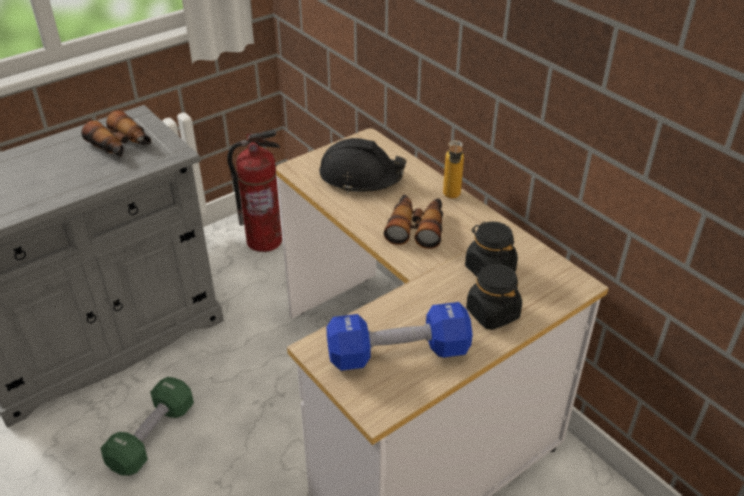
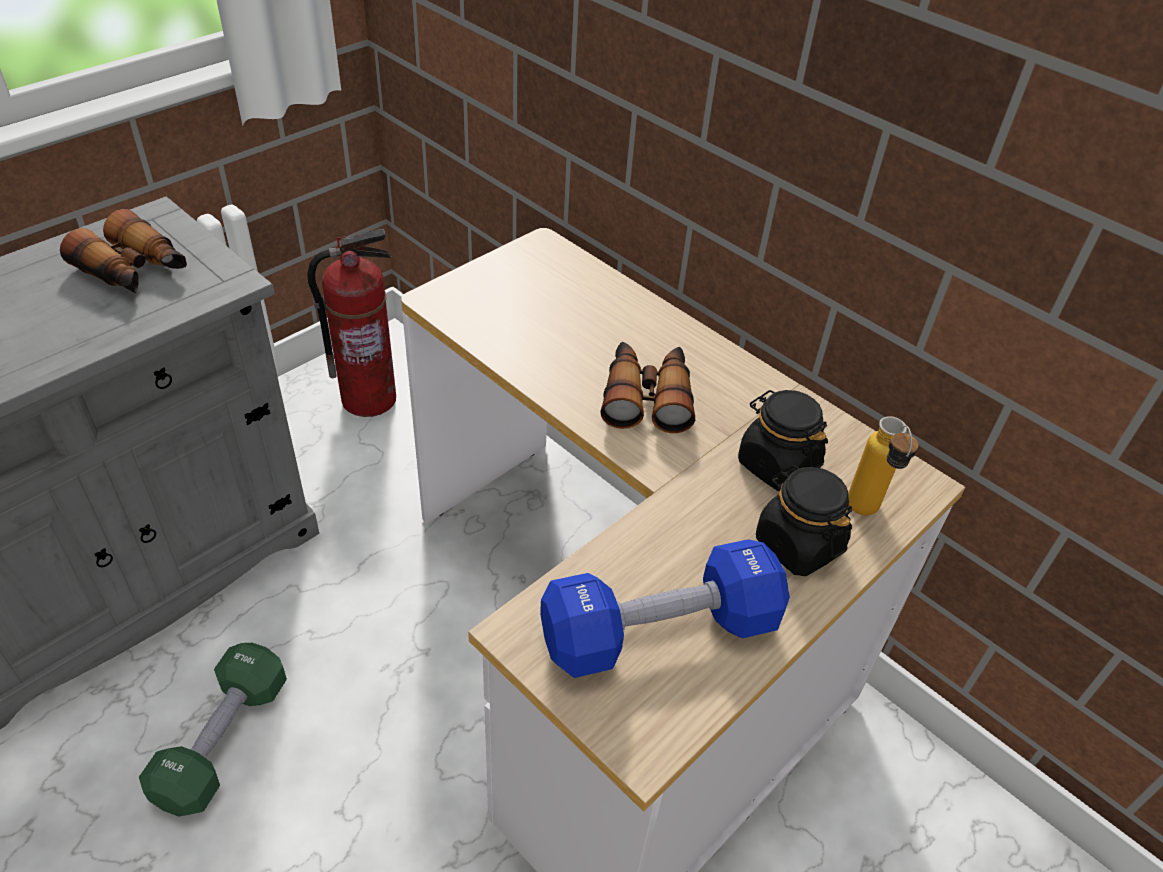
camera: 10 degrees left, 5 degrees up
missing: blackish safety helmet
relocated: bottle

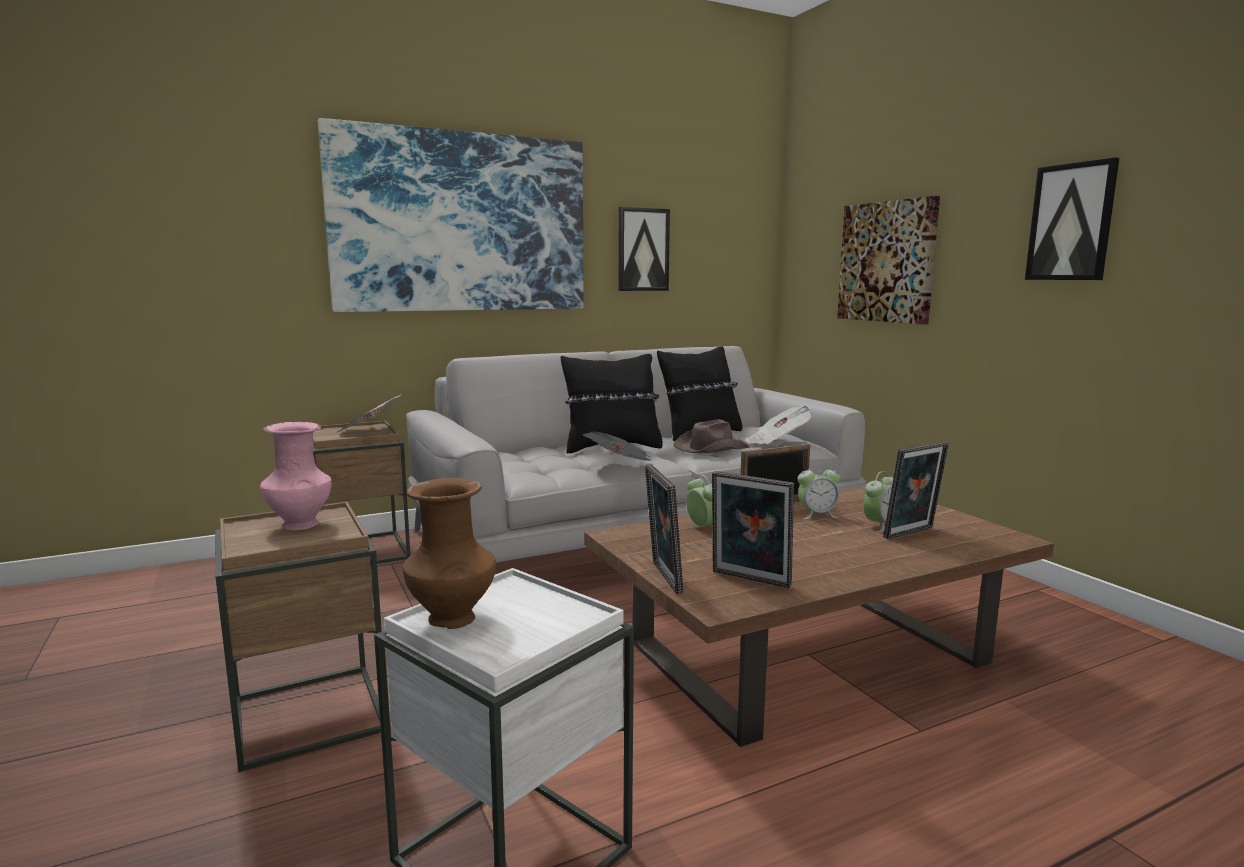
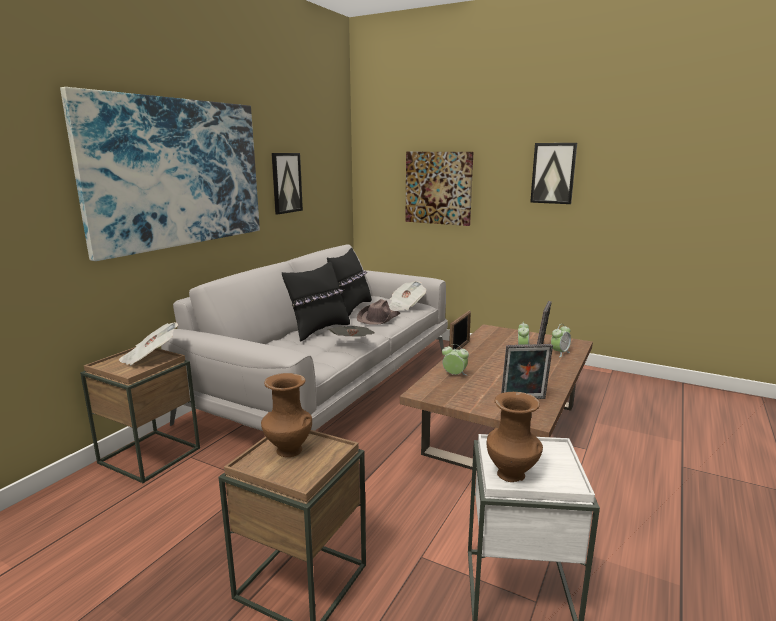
camera: 35 degrees left, 5 degrees up
missing: photo frame (no. 1 from left)
relocated: alarm clock (no. 2 from left in the first image) to alarm clock (no. 3 from left)
colour: pinkish flower vase to brown flower vase (no. 1 from left)

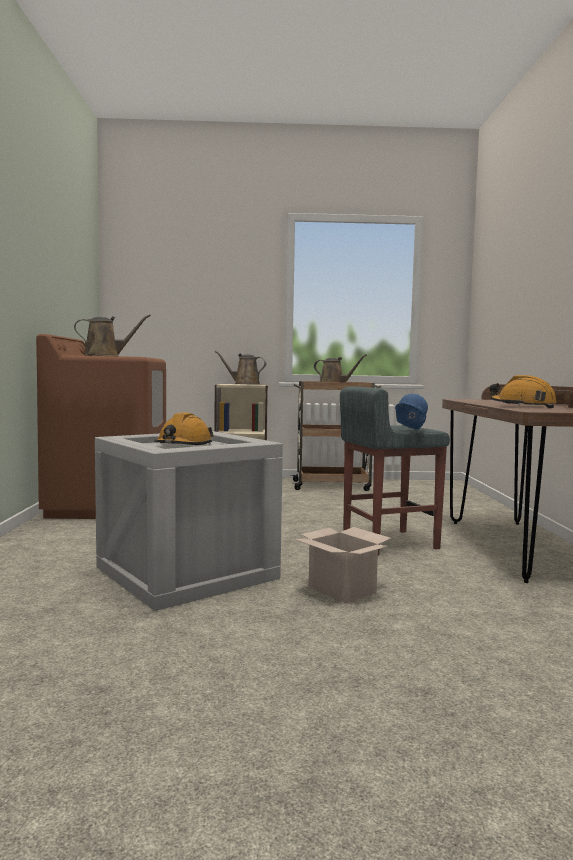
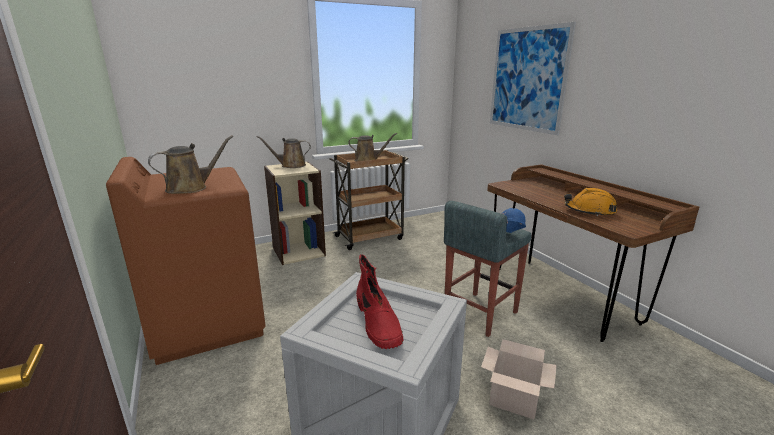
camera: 25 degrees left, 15 degrees up
appeared: wall art
exchanged: orange safety helmet (no. 1 from left) to red-coloured tall boot

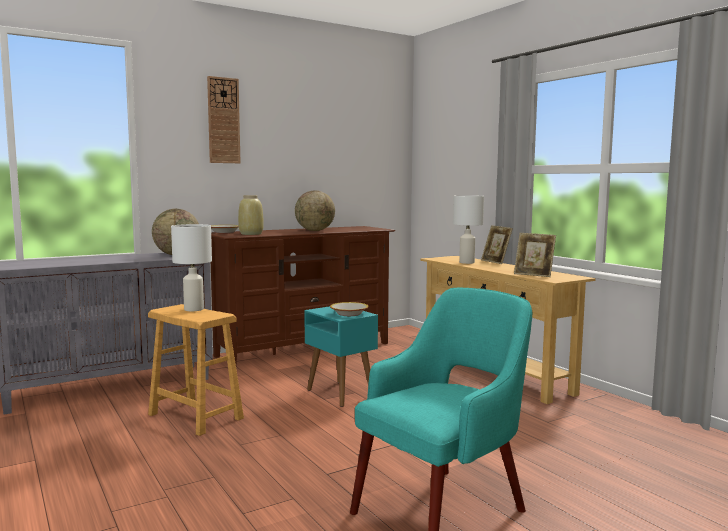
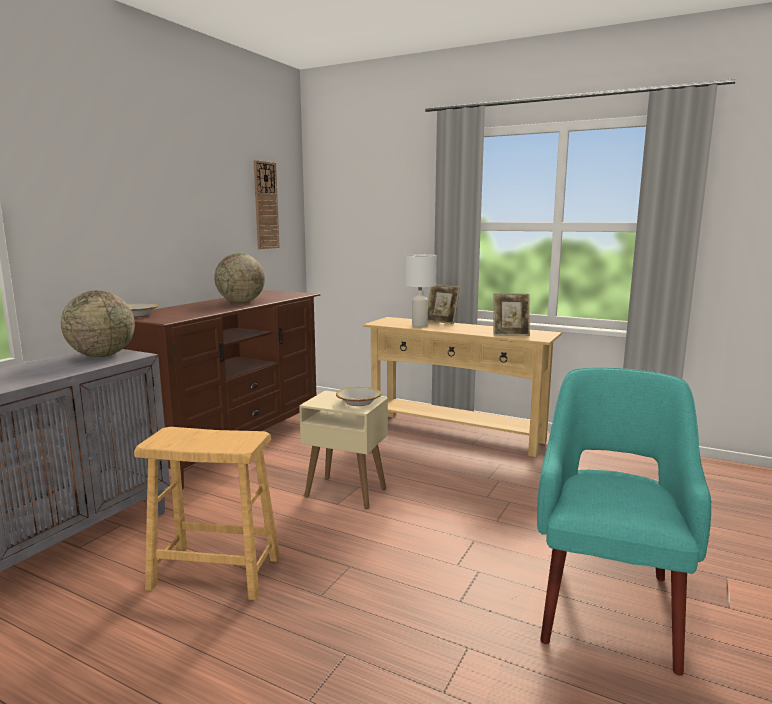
camera: 30 degrees left, 5 degrees up
missing: whitish tabletop lamp (no. 1 from left); beige-coloured flower vase
relocated: clock on the wall
colour: turquoise-coloured accent table to beige-coloured accent table

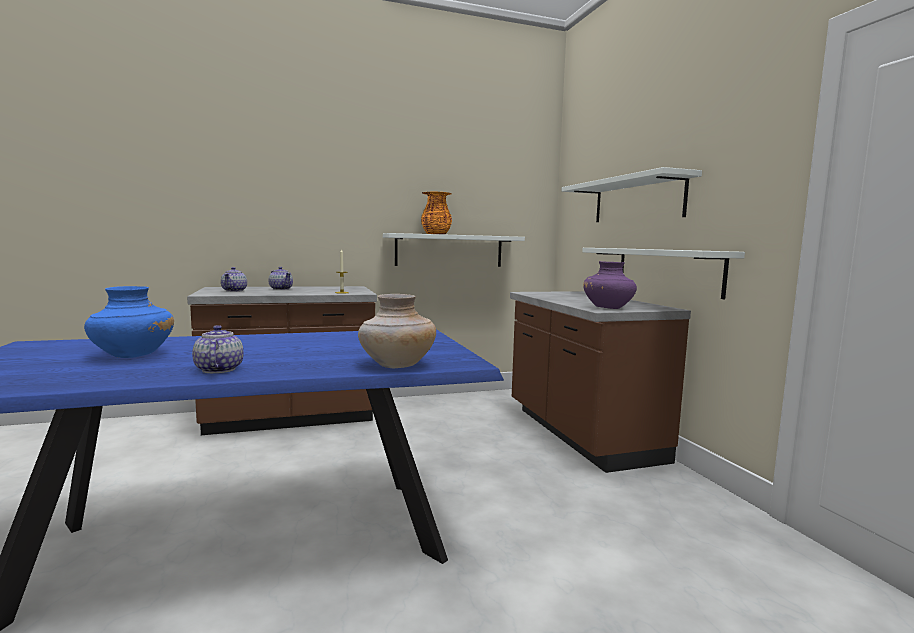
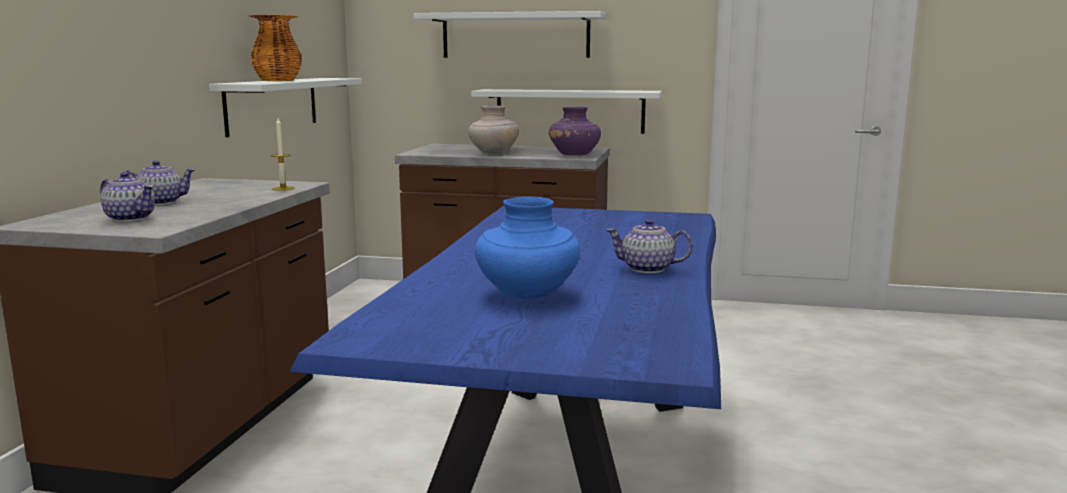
camera: 60 degrees left, 5 degrees up
relocated: beige-coloured flower vase

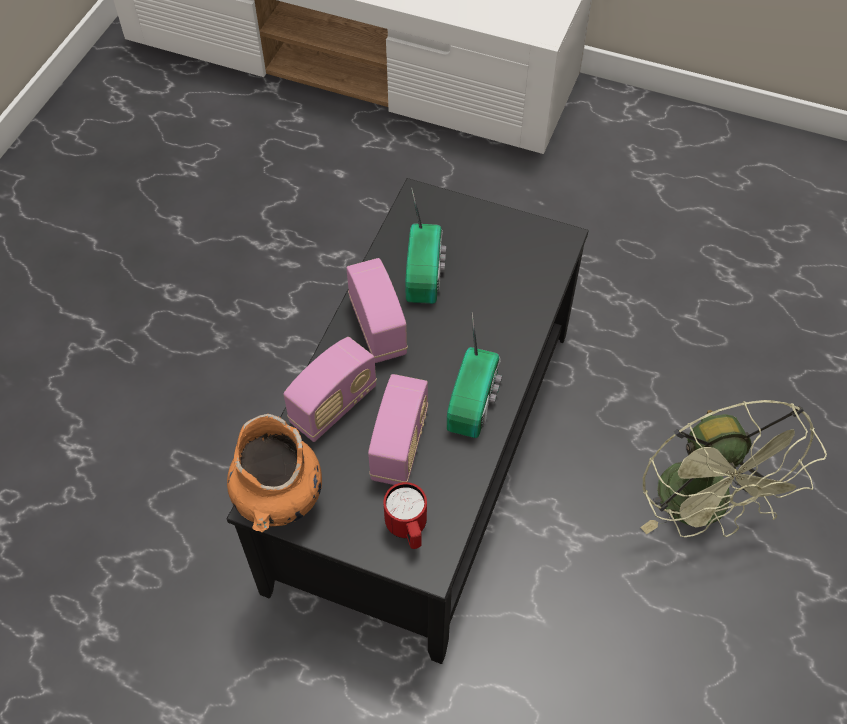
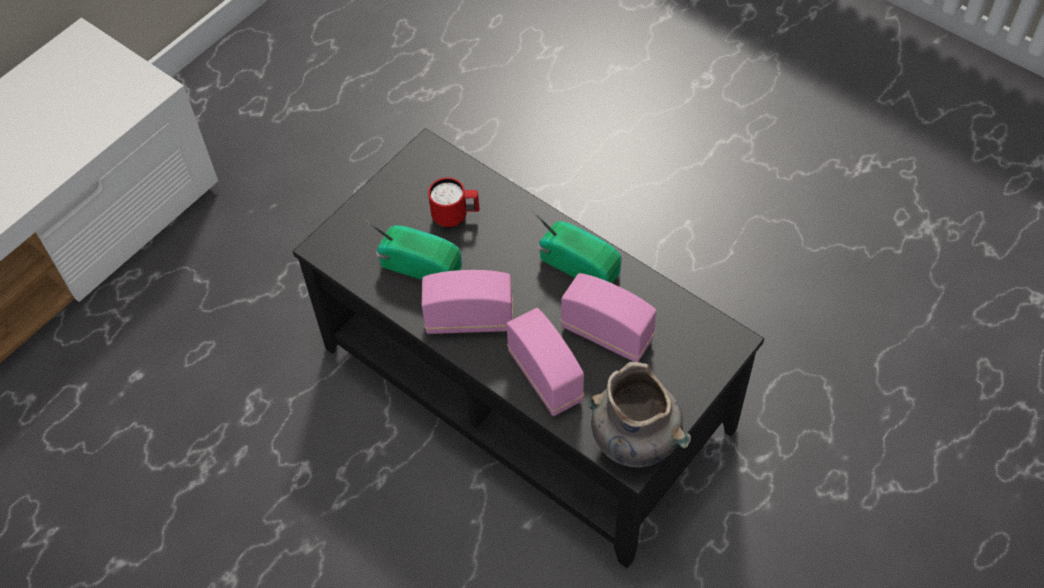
camera: 70 degrees left, 0 degrees up
missing: green fan
relocated: red-coloured mug
colour: orange flower vase to gray flower vase

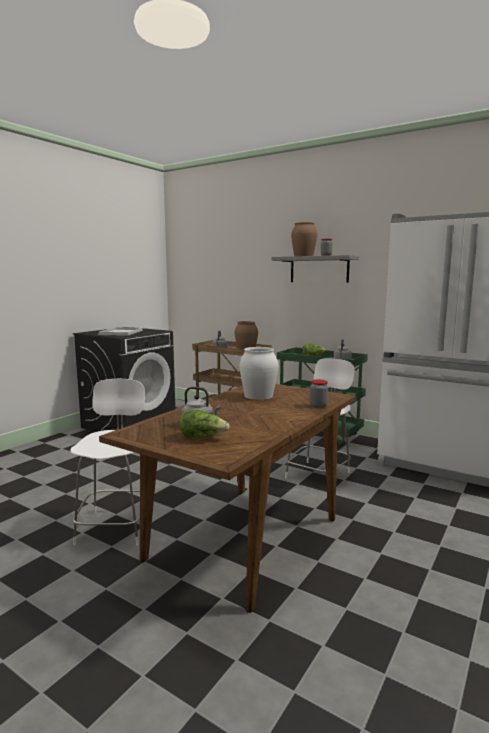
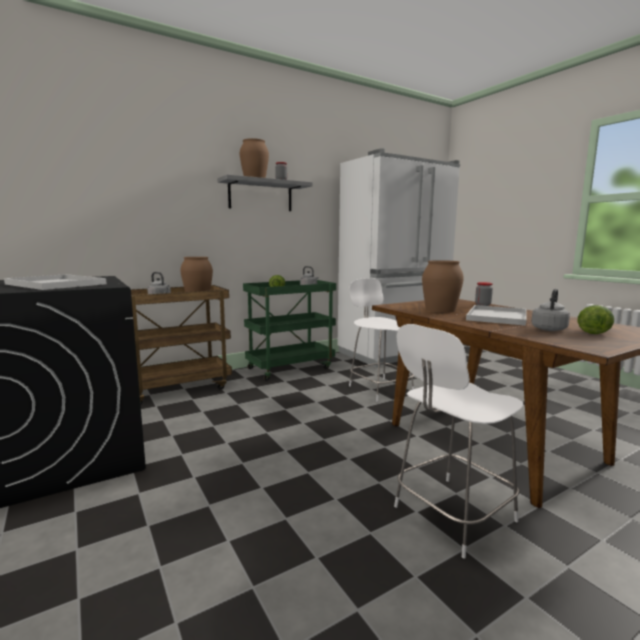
camera: 65 degrees left, 0 degrees up
appeared: whitish carrying tray (no. 2 from left)
colour: whitish flower vase to brown flower vase (no. 3 from left)
spun: whitish plain chair (no. 1 from left in the first image) 60 degrees counterclockwise

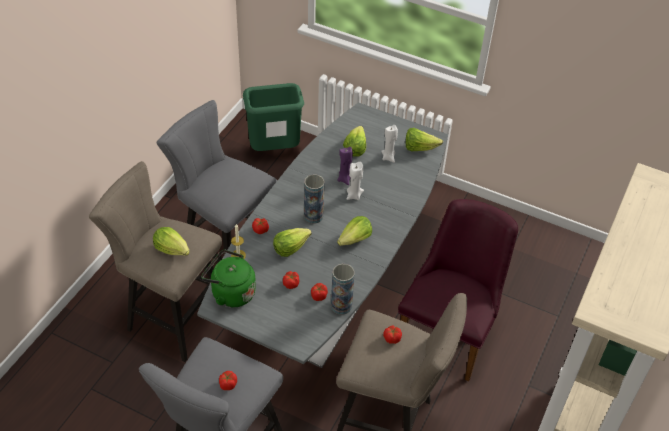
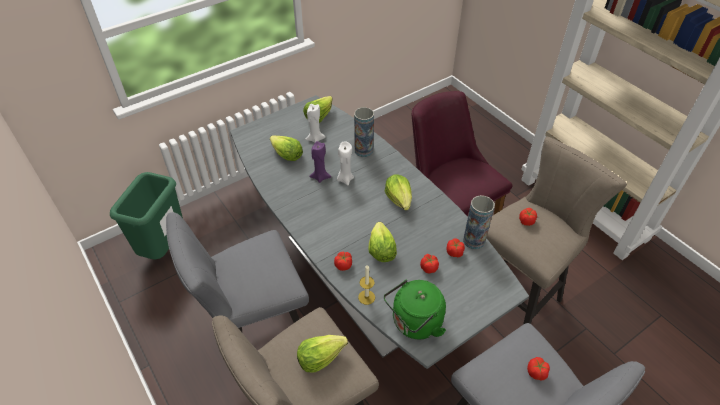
camera: 60 degrees left, 0 degrees up
relocated: flower vase (no. 1 from left)

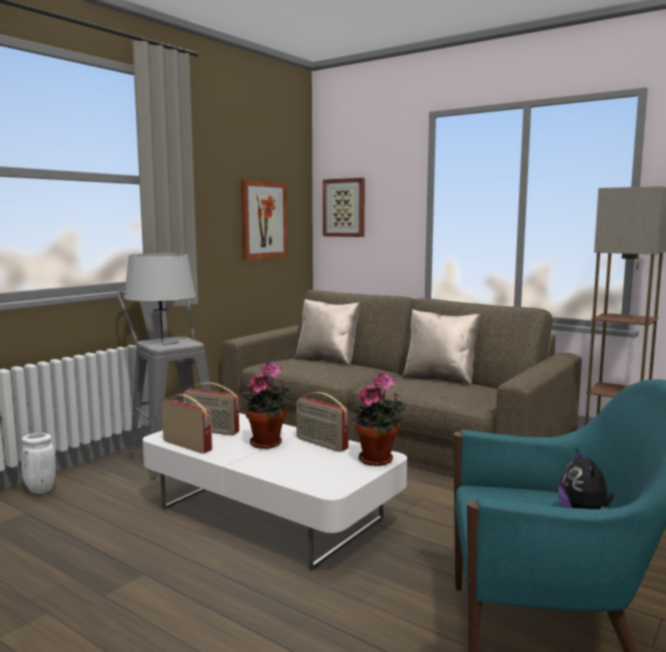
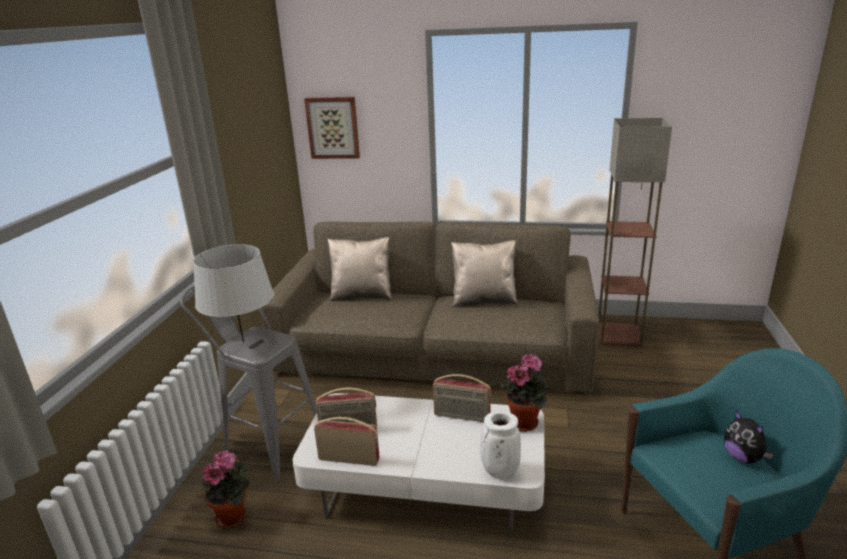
camera: 25 degrees left, 15 degrees up
missing: wall art (no. 1 from left)
relocated: potted plant (no. 1 from left); whitish flower vase

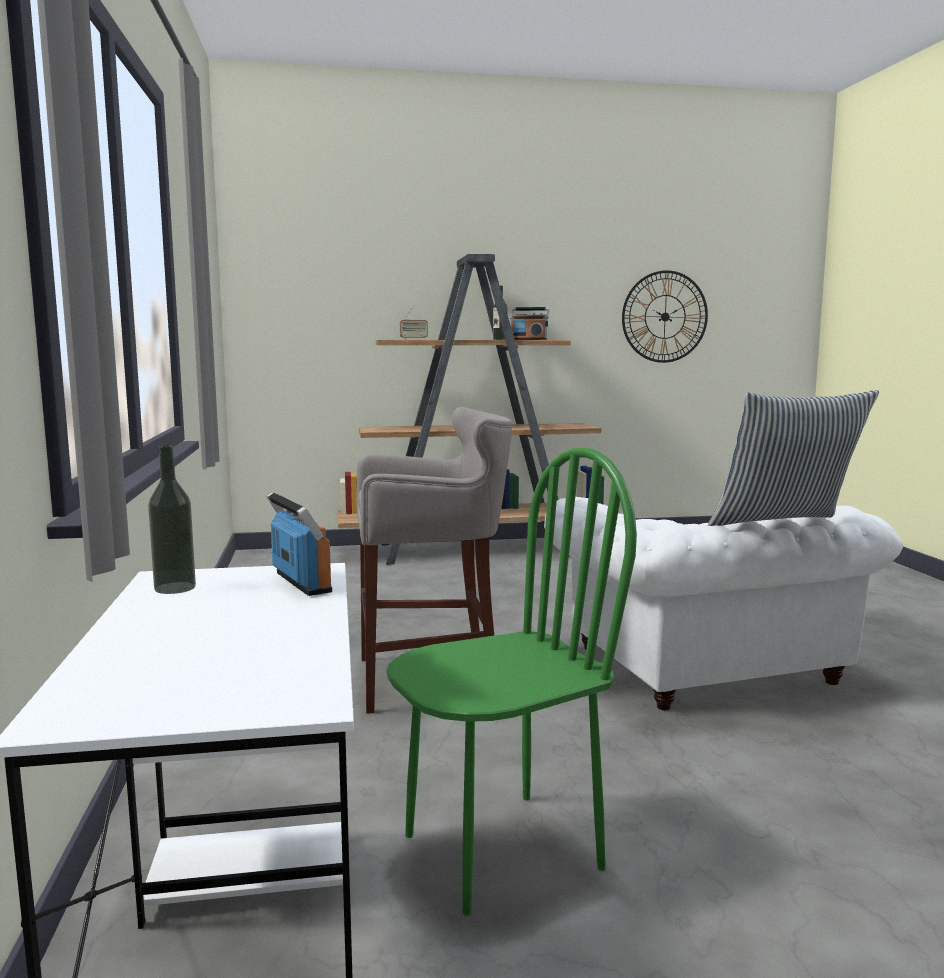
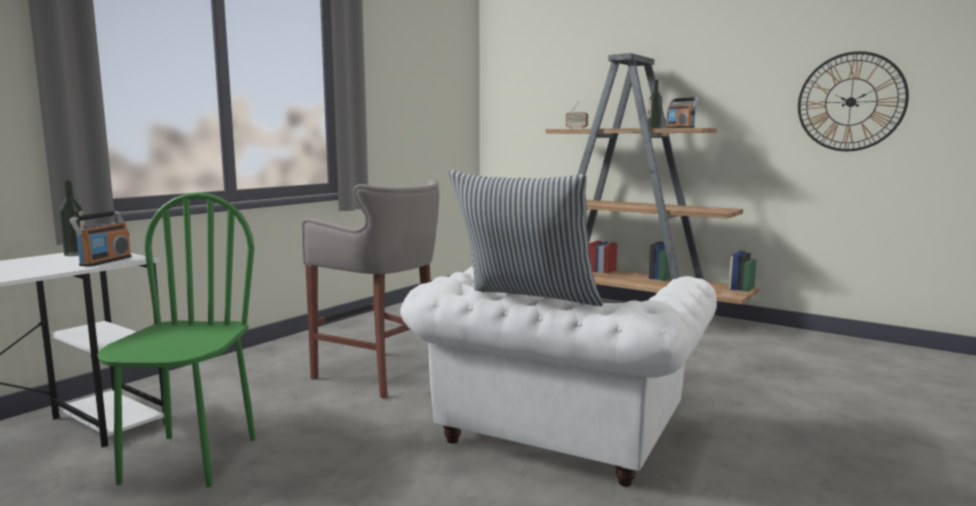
camera: 45 degrees right, 0 degrees up
spun: green plain chair 105 degrees counterclockwise

